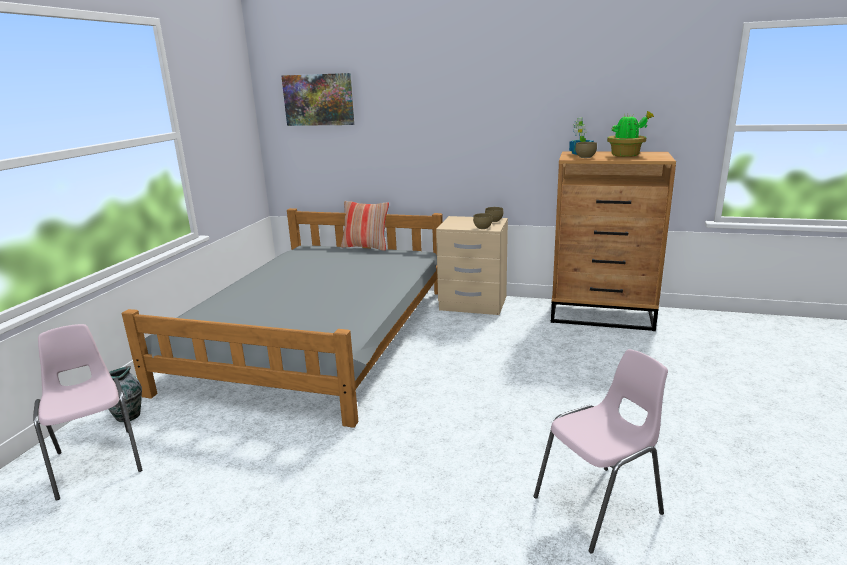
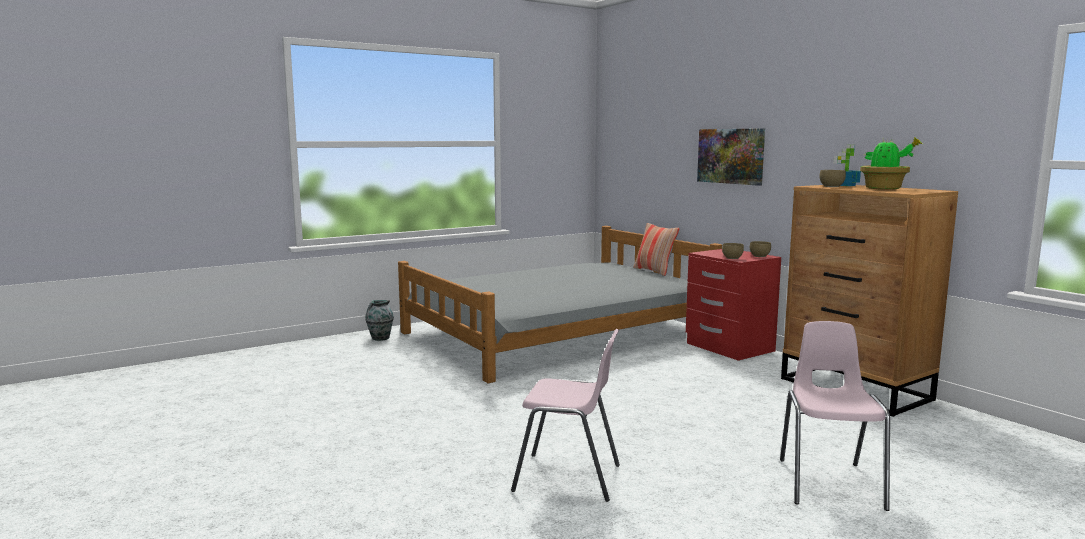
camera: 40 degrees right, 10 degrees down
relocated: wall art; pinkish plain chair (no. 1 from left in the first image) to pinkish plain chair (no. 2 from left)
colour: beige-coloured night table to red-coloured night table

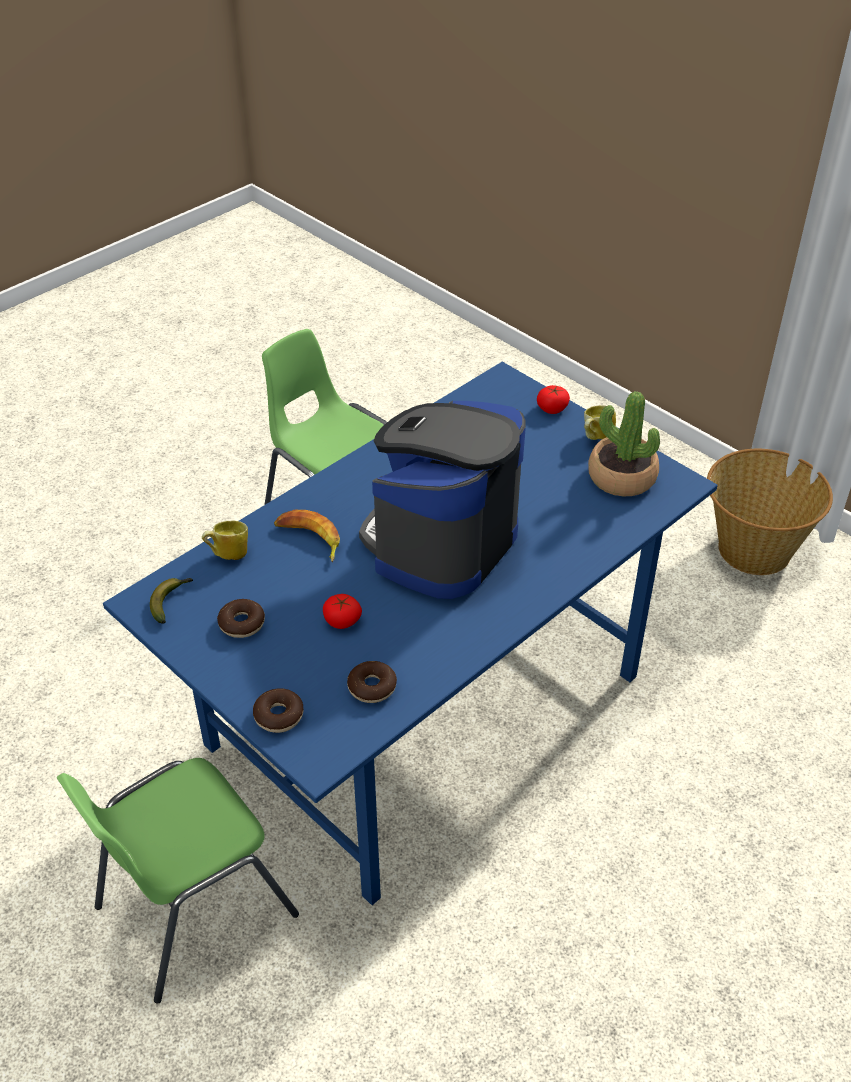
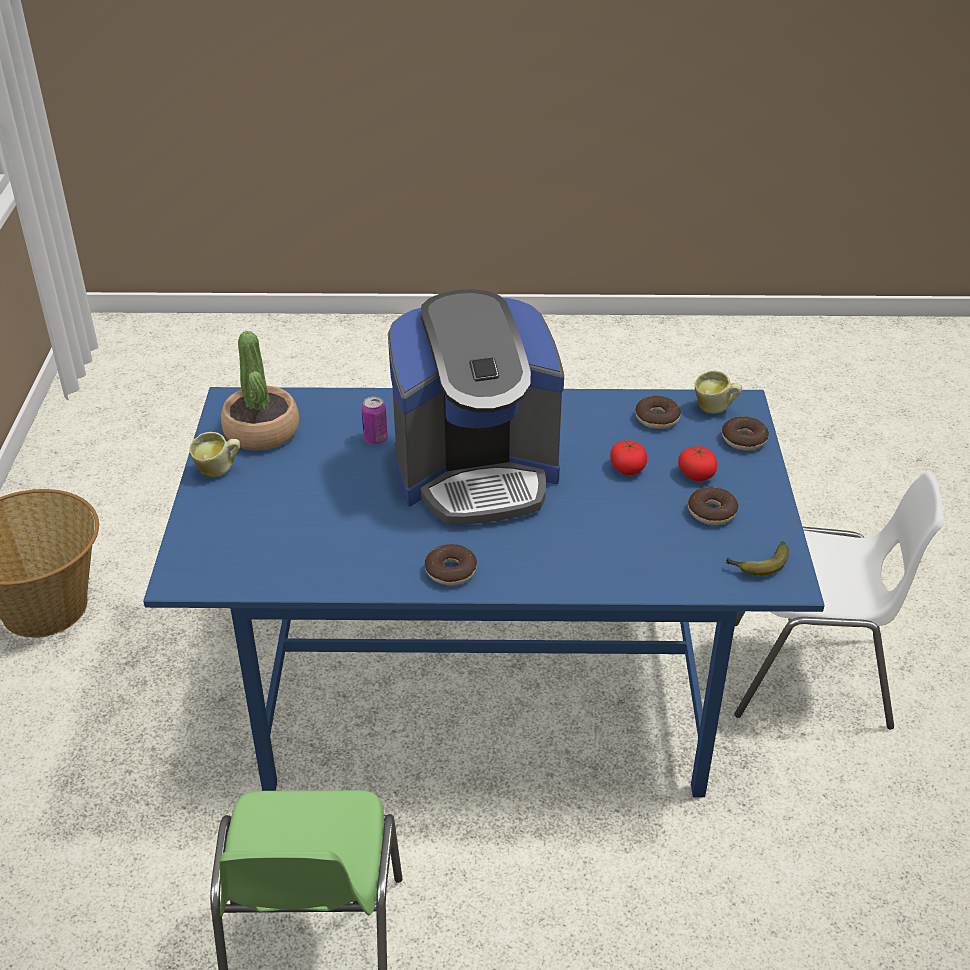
camera: 135 degrees left, 5 degrees down
missing: banana (no. 2 from left)
appeared: metal can; ring doughnut (no. 1 from left)
relocated: tomato (no. 2 from left); mug (no. 1 from left in the first image) to mug (no. 2 from left)
colour: green plain chair (no. 1 from left) to whitish plain chair

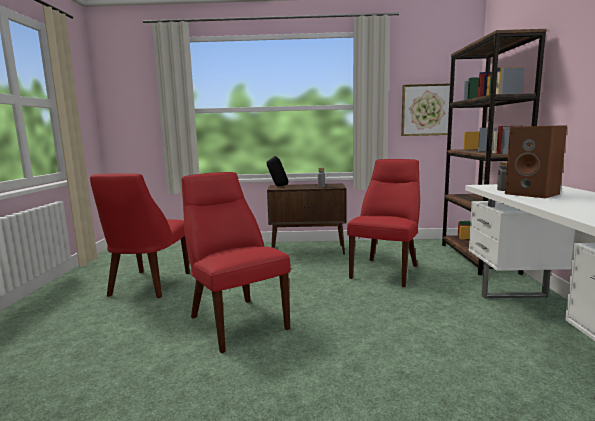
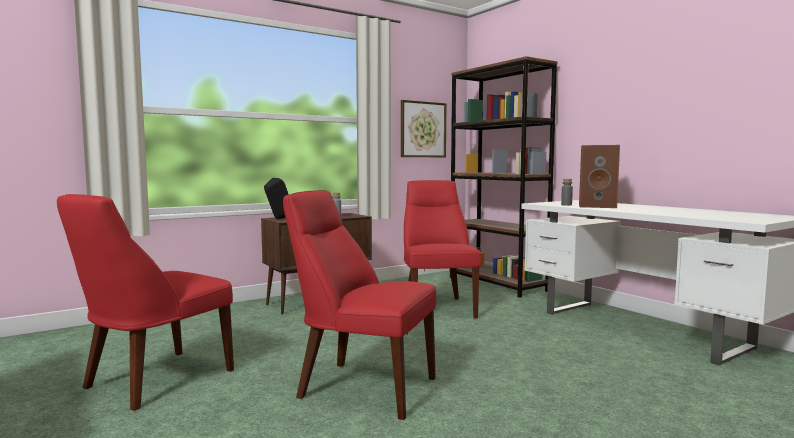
camera: 35 degrees left, 5 degrees down
spun: red-coloured plain chair (no. 1 from left) 60 degrees clockwise

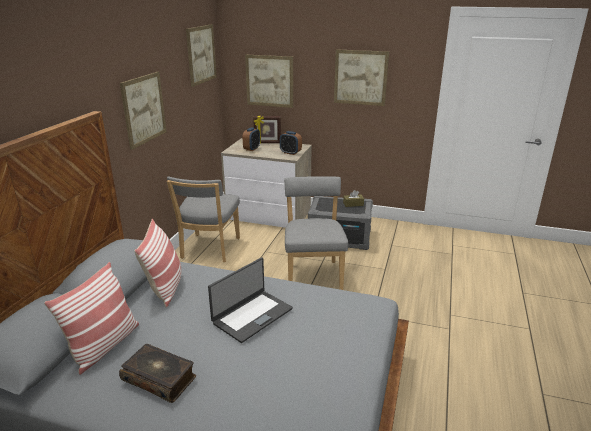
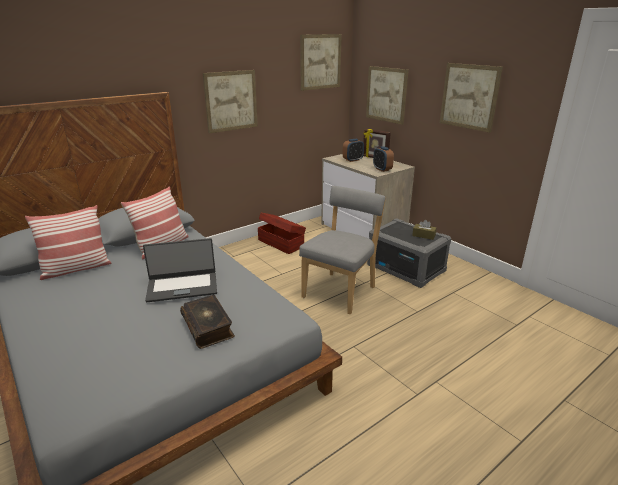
camera: 35 degrees right, 0 degrees up
relocated: volume
exchanged: gray plain chair (no. 1 from left) to brown storage container

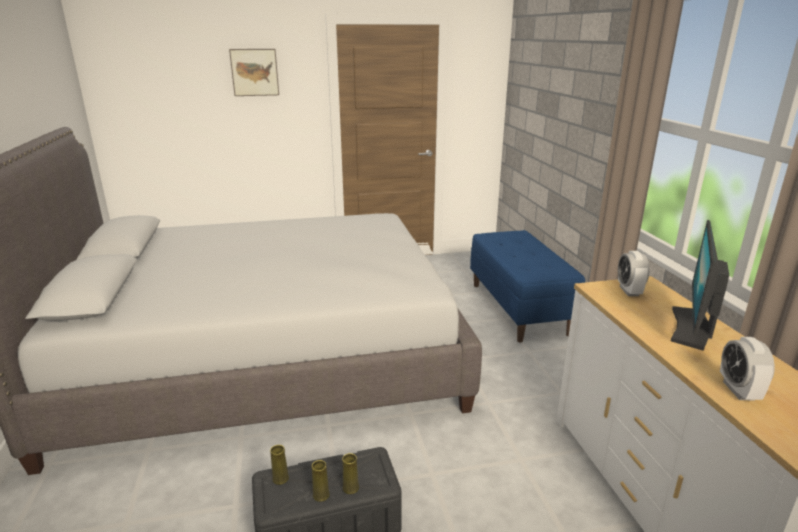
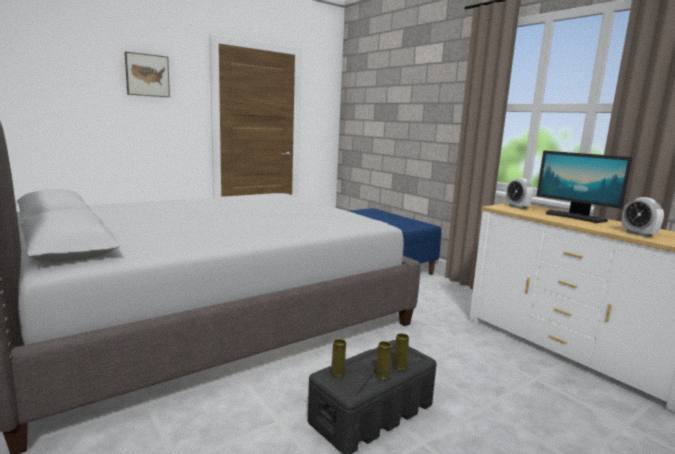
camera: 25 degrees left, 10 degrees down
spun: computer display 45 degrees counterclockwise

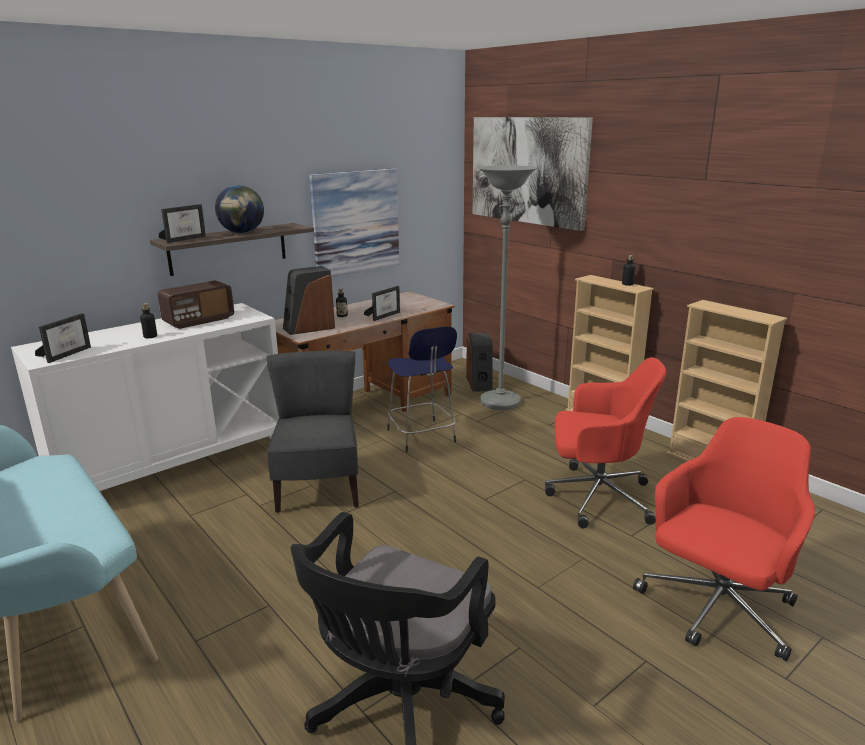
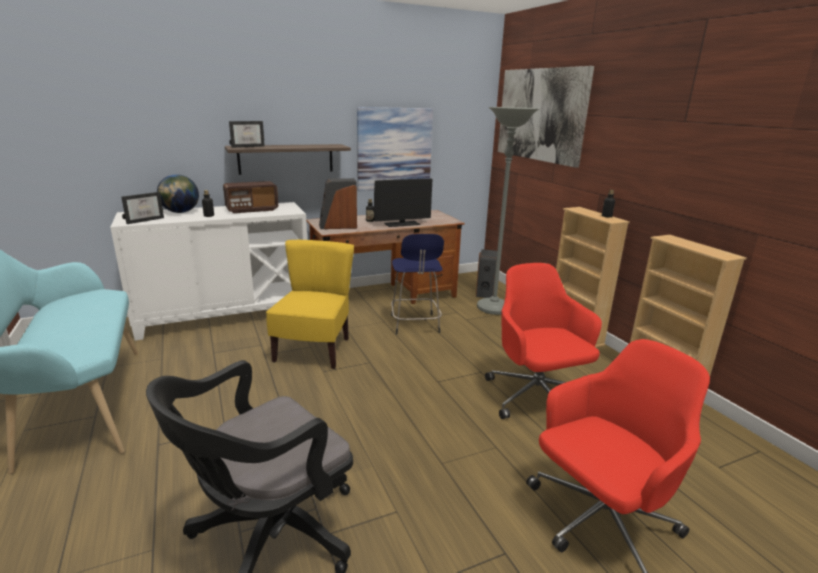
camera: 15 degrees right, 0 degrees up
relocated: world globe
exchanged: photo frame (no. 3 from left) to computer display
colour: gray plain chair to yellowish plain chair
spun: red-coloured office chair (no. 1 from left) 135 degrees counterclockwise

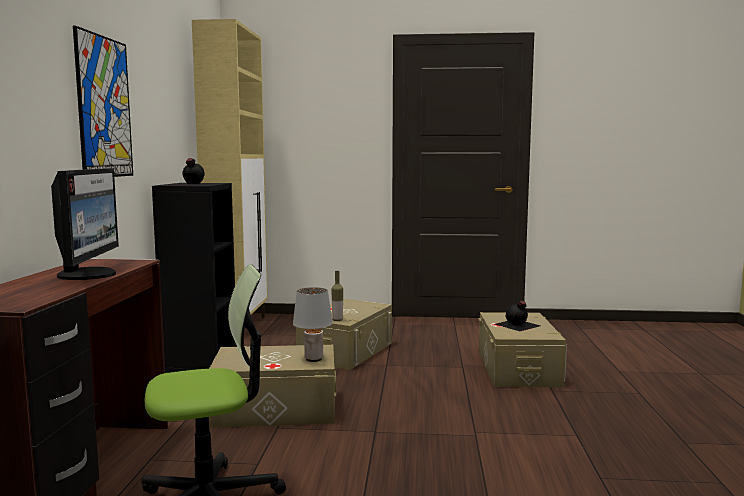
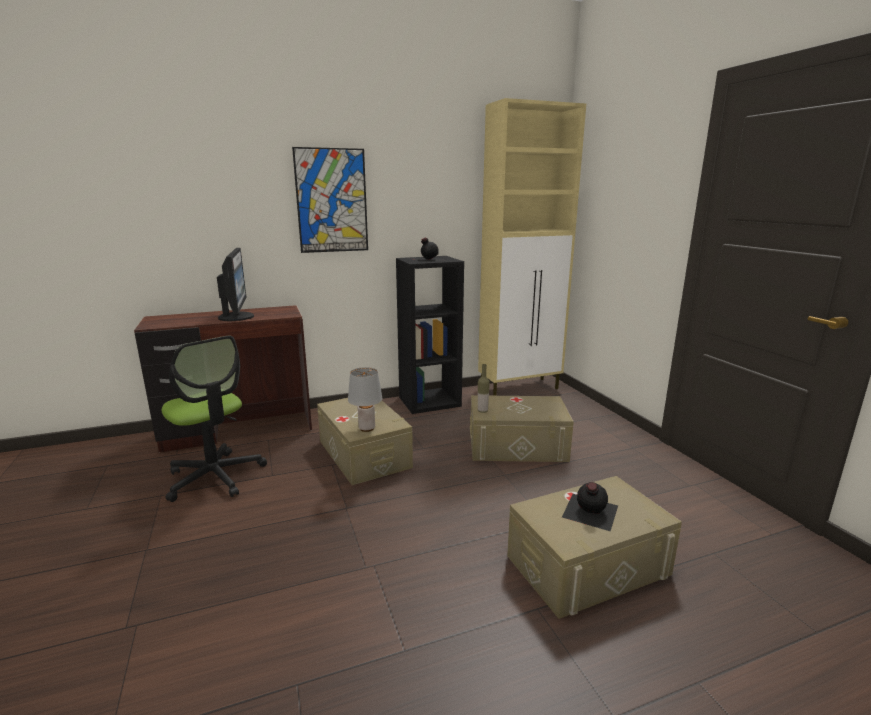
camera: 65 degrees right, 10 degrees up
spun: computer display 75 degrees counterclockwise

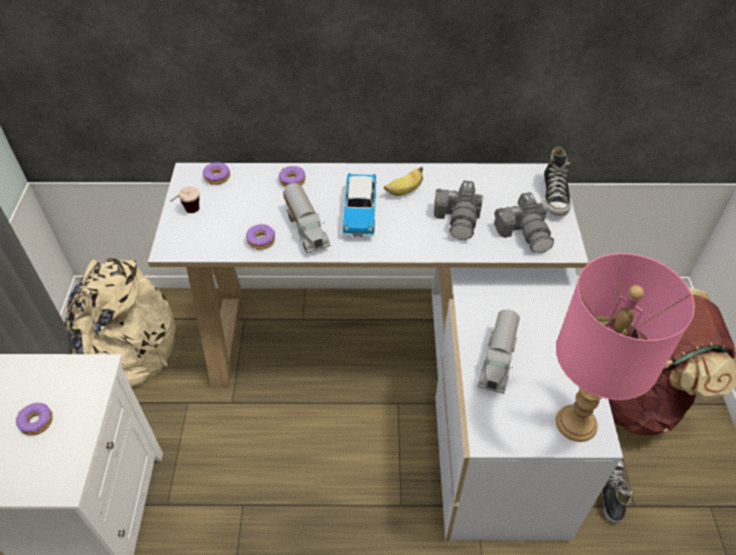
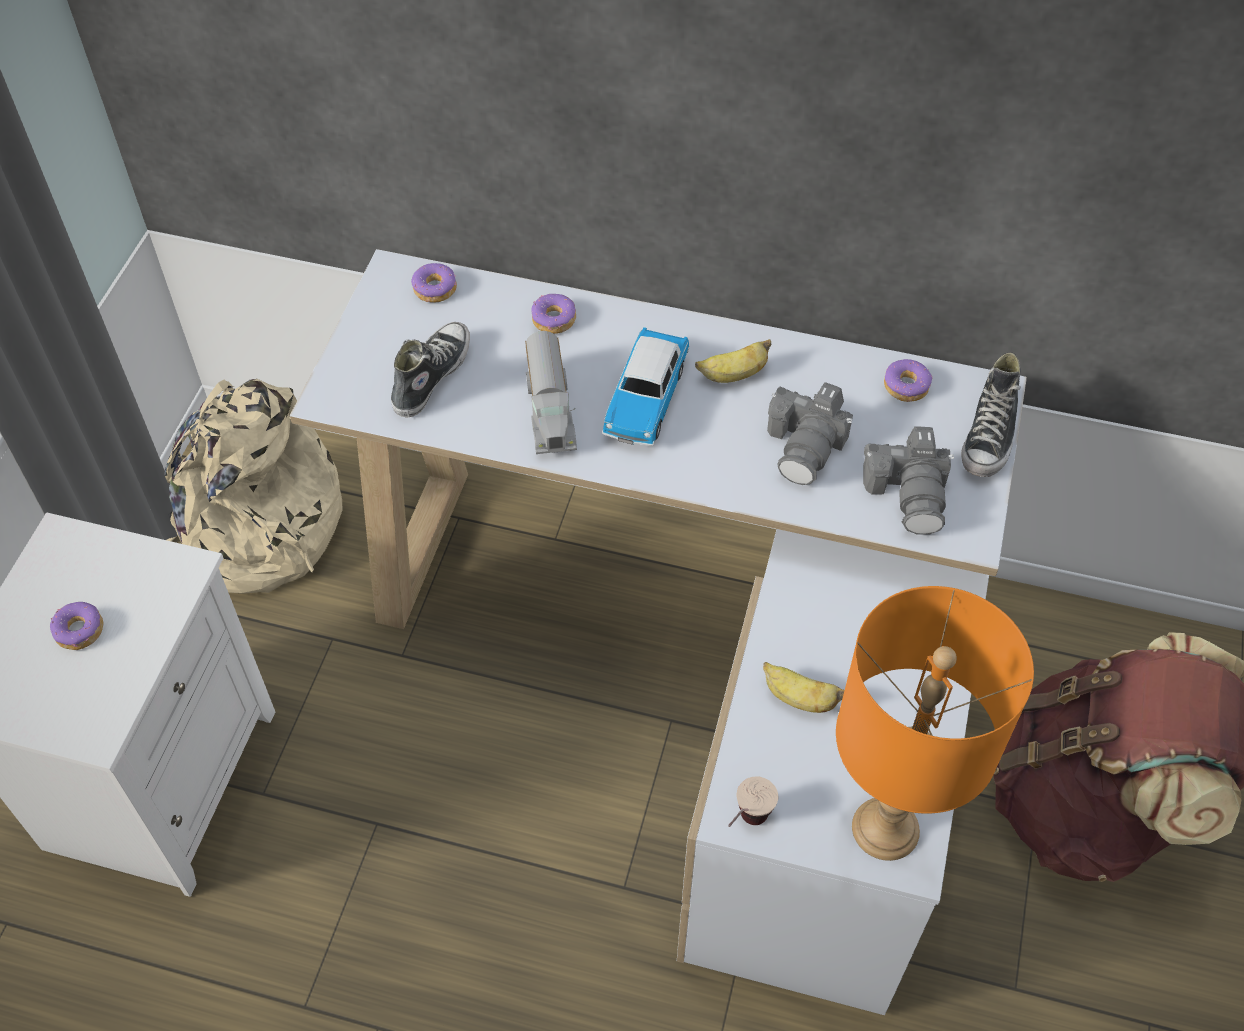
camera: 15 degrees right, 5 degrees up
relocated: item of footwear (no. 2 from left in the first image) to item of footwear (no. 1 from left); small cup; ring doughnut (no. 3 from left in the first image) to ring doughnut (no. 4 from left)
exchanged: toy truck (no. 2 from left) to banana (no. 2 from left)
colour: pinkish tabletop lamp to orange tabletop lamp

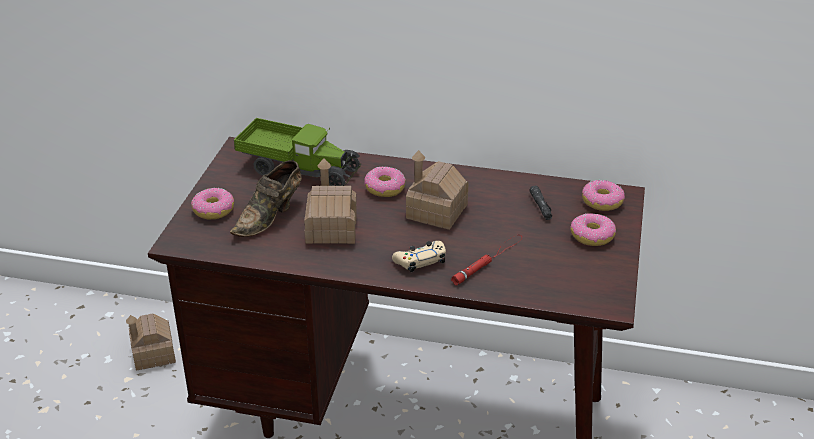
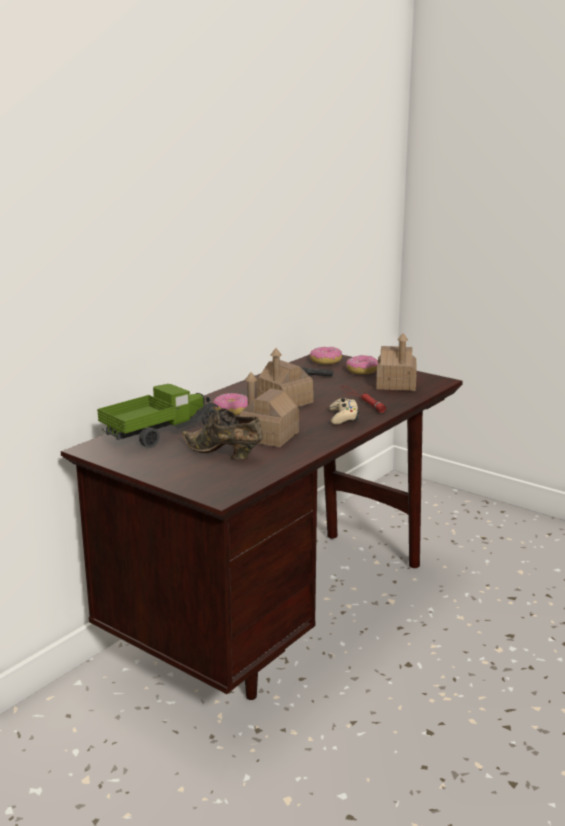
camera: 65 degrees left, 15 degrees down
missing: ring doughnut (no. 1 from left)
relocated: toy house (no. 1 from left in the first image) to toy house (no. 3 from left)
spun: brown item of footwear 150 degrees clockwise

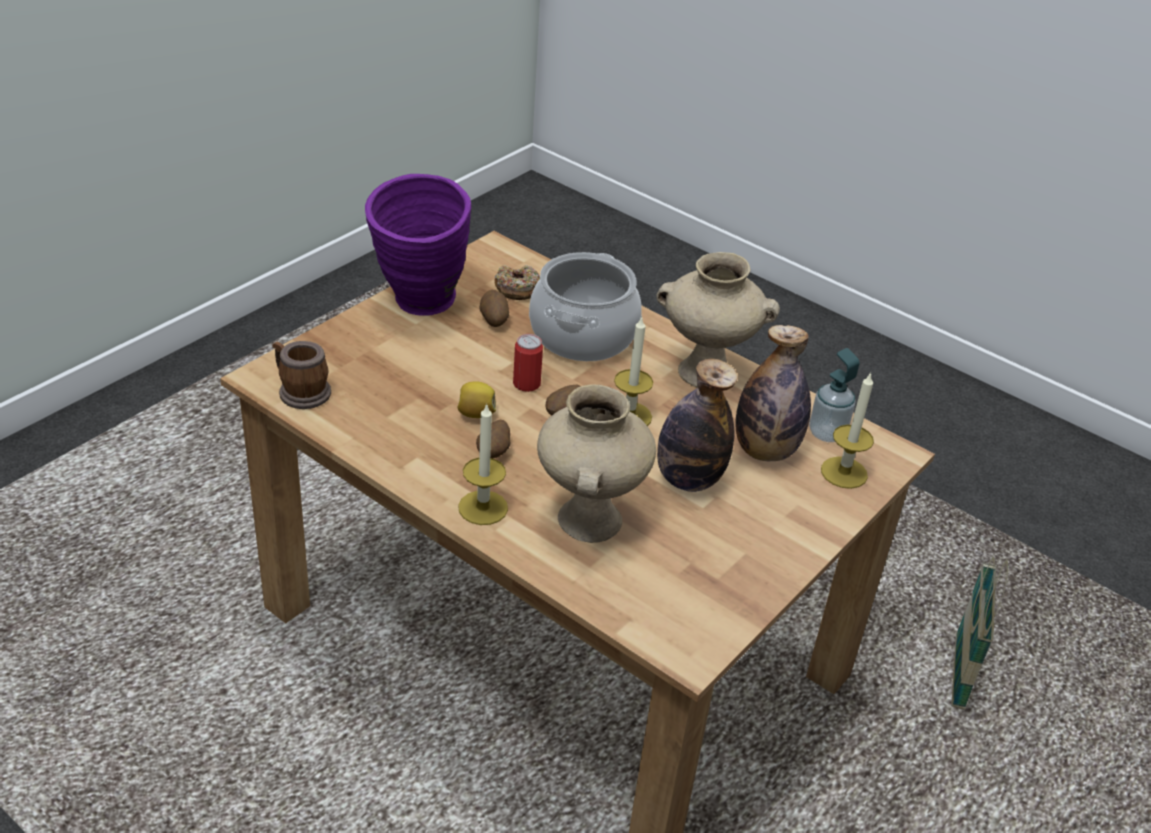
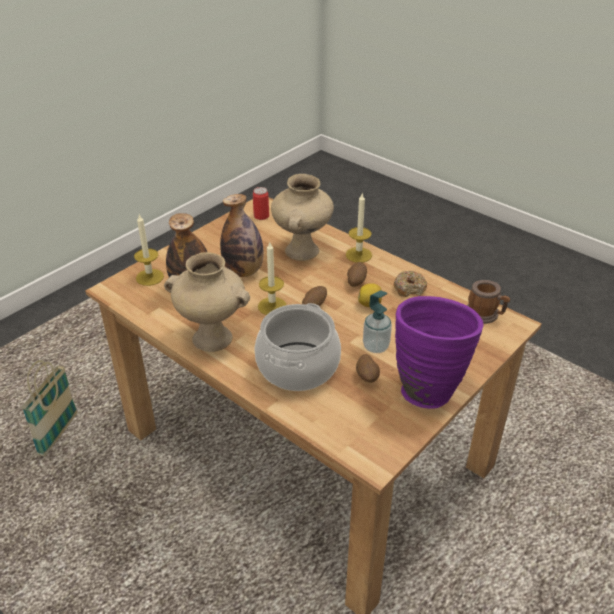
camera: 175 degrees left, 0 degrees up
relocated: metal can; liquid soap bottle; ring doughnut

